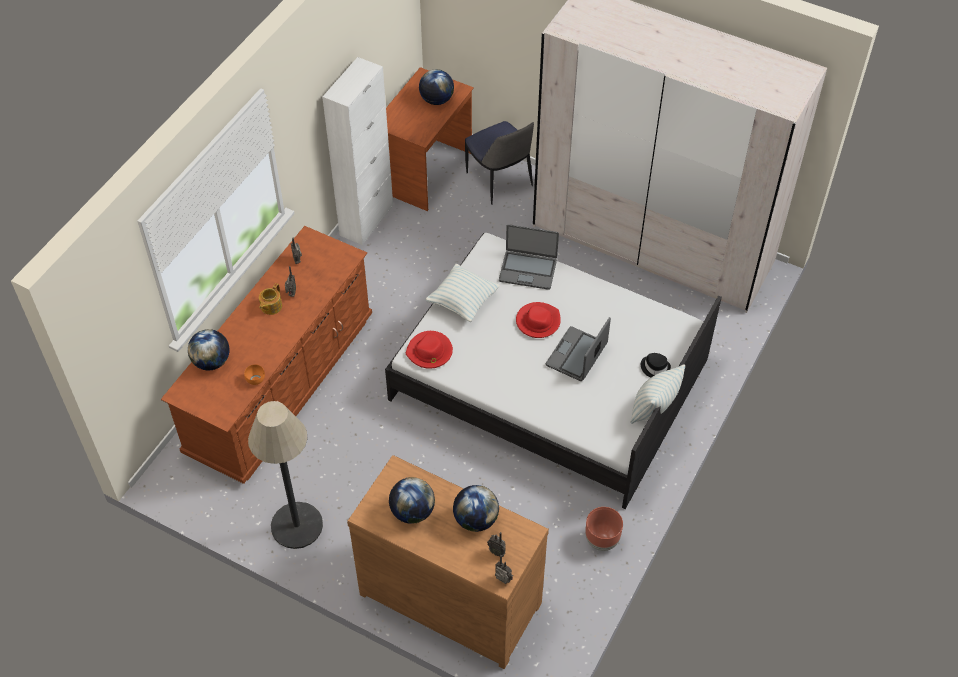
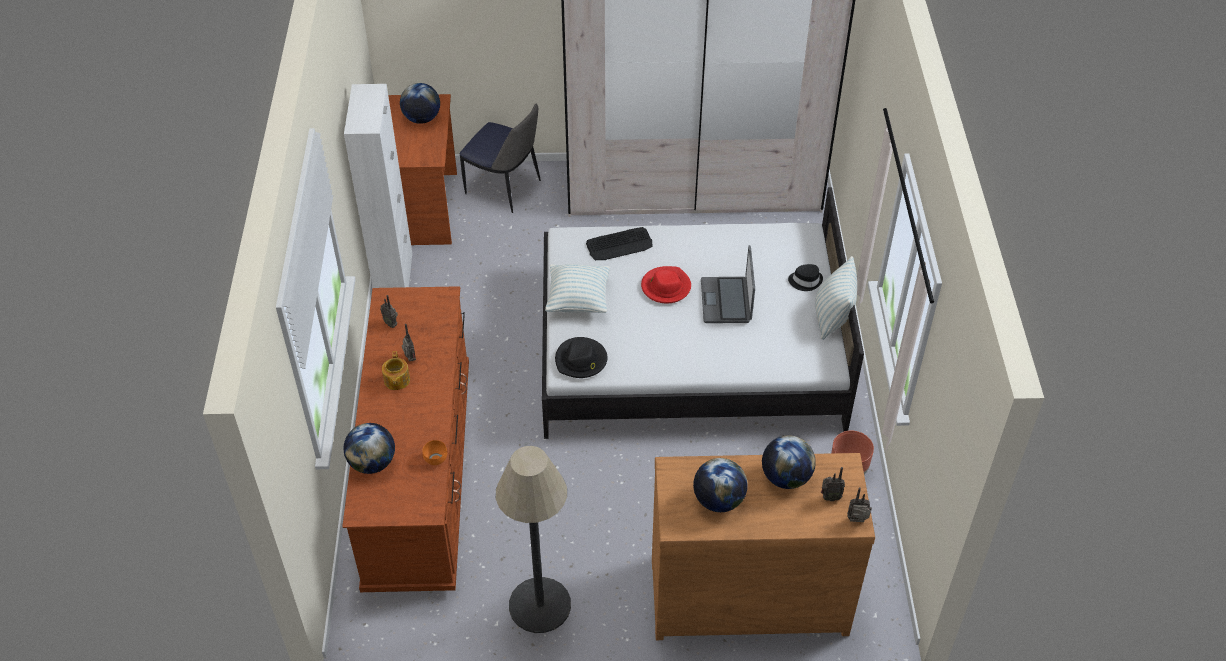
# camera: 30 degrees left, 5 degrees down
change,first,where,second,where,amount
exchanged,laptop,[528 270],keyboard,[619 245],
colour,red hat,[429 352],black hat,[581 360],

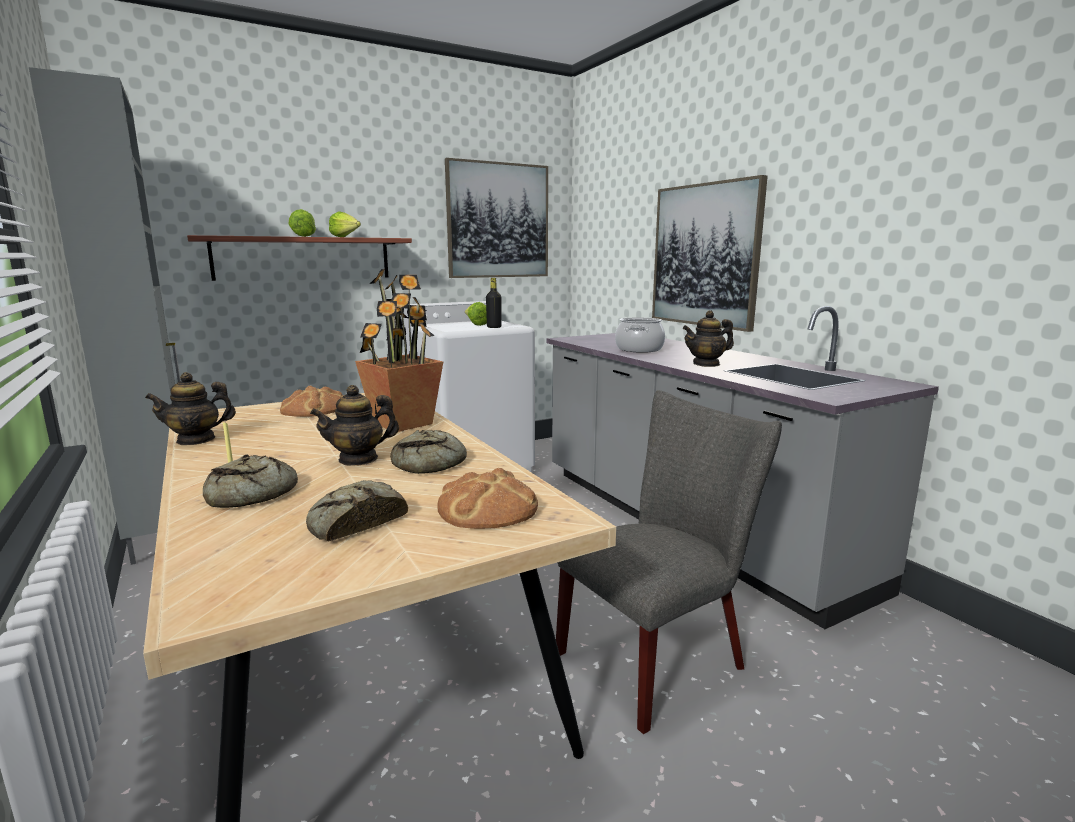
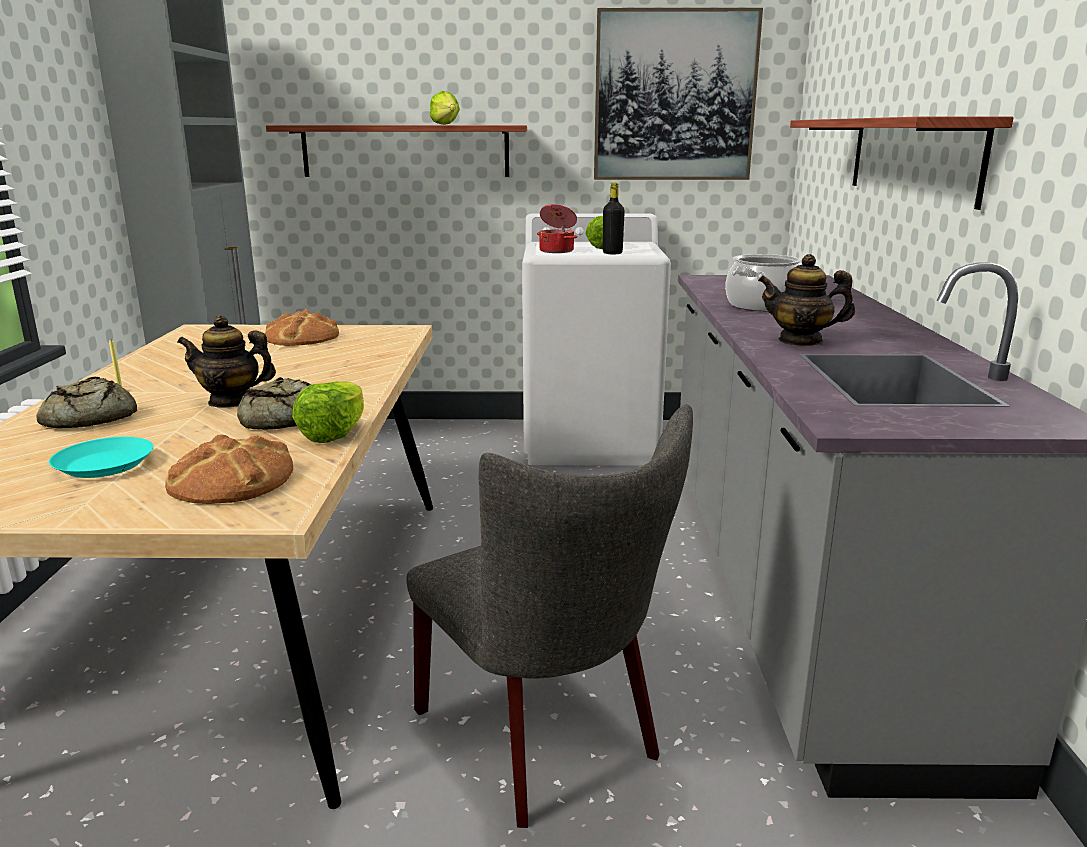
# camera: 30 degrees right, 5 degrees up
change,first,where,second,where,amount
missing,teapot,[196 440],,,
missing,potted plant,[403 423],,,
appeared,,,cooking pot,[557 251],
relocated,lettuce,[304 237],,[335 434],
exchanged,bread,[354 522],turquoise plate,[103 465],
exchanged,picture,[705 255],shelf,[912 157],
spun,grey chair,[659 657],,[546 740],60 degrees clockwise

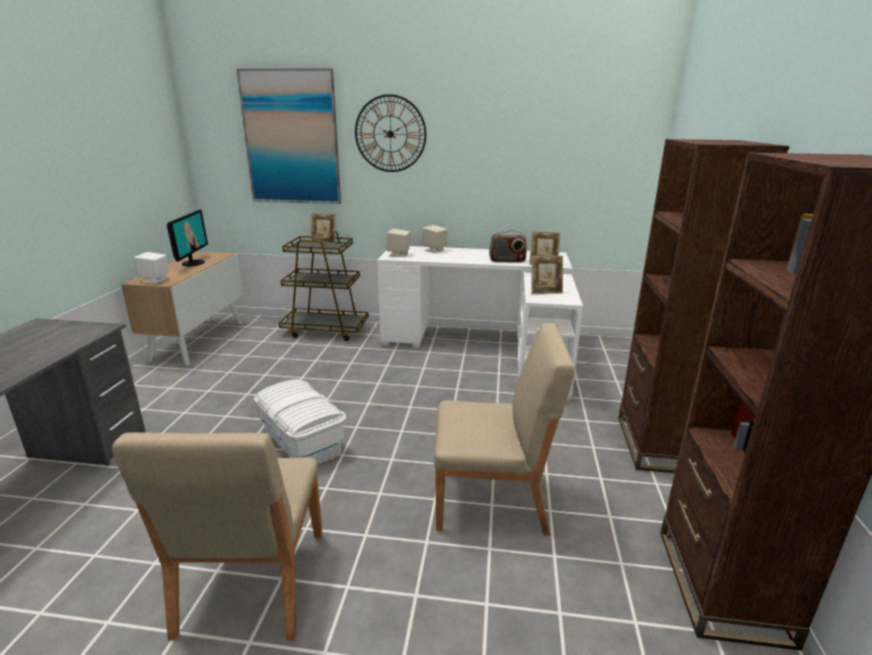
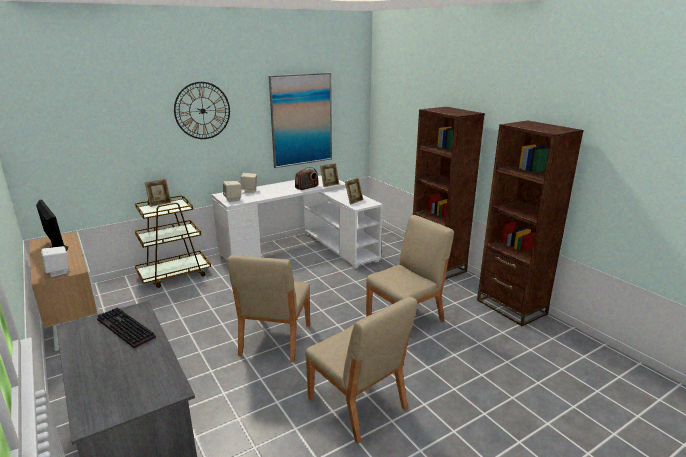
# camera: 40 degrees left, 0 degrees up
change,first,where,second,where,amount
appeared,,,keyboard,[123 329],
relocated,picture,[291 138],,[301 120],
exchanged,white storage box,[301 441],beige chair,[275 340],

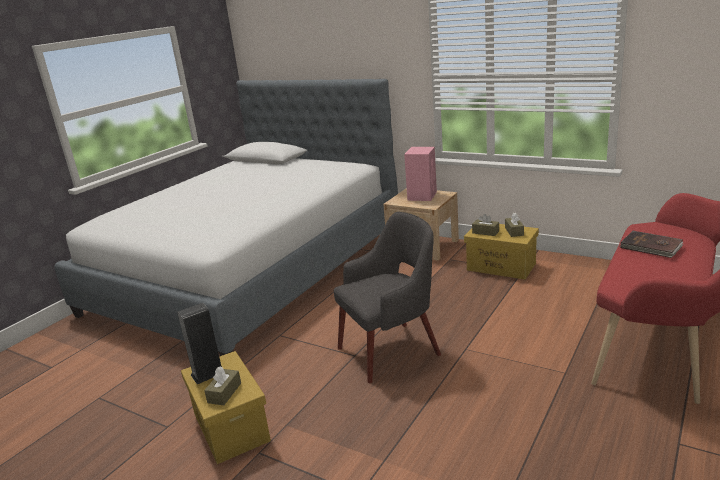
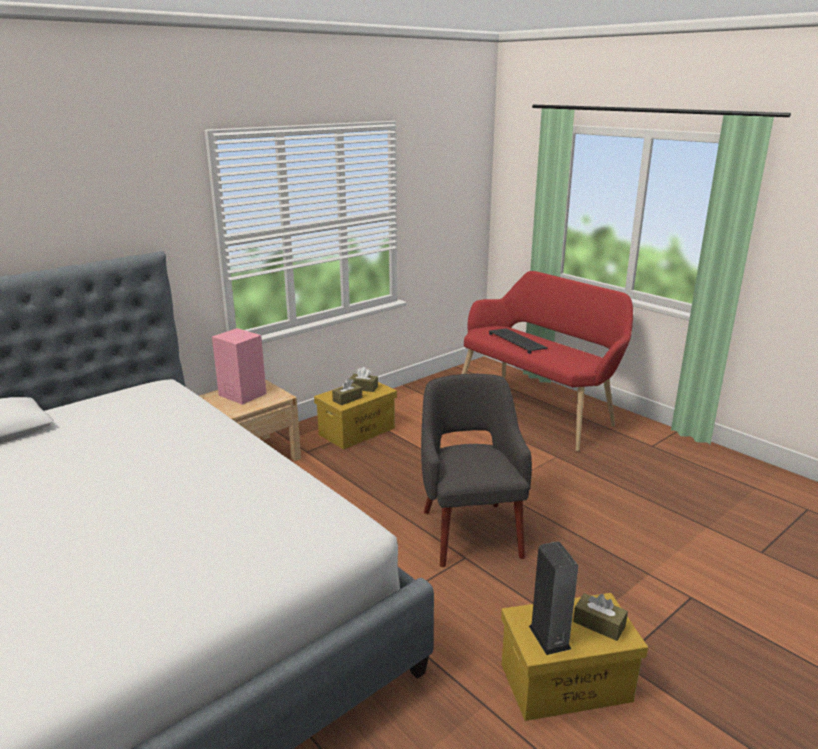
# camera: 75 degrees left, 0 degrees up
change,first,where,second,where,amount
exchanged,brown book,[651 247],keyboard,[518 341],

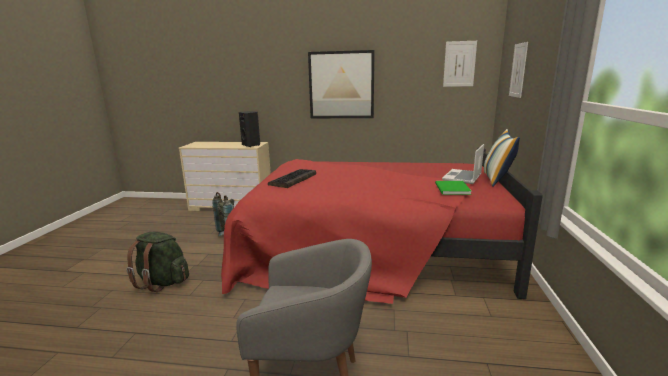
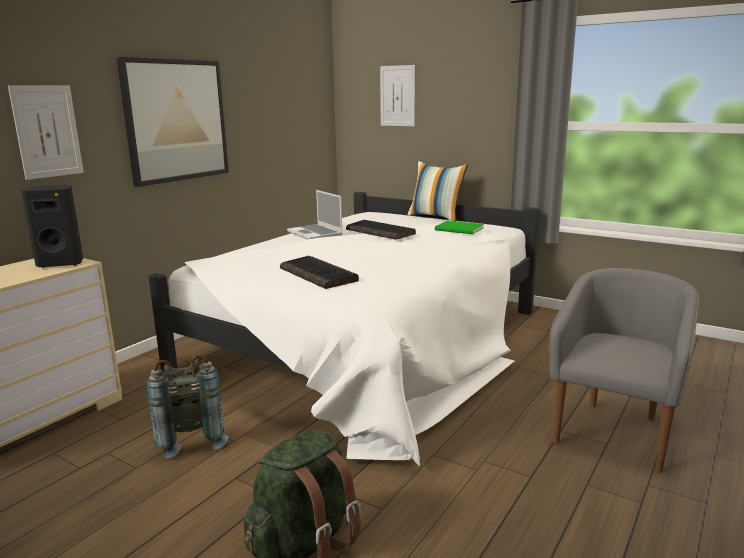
# camera: 65 degrees left, 0 degrees up
change,first,where,second,where,amount
appeared,,,keyboard,[381 231],
relocated,laptop,[462 177],,[316 233],
relocated,picture,[459 64],,[47 131],
colour,red bed,[372 247],white bed,[371 344],

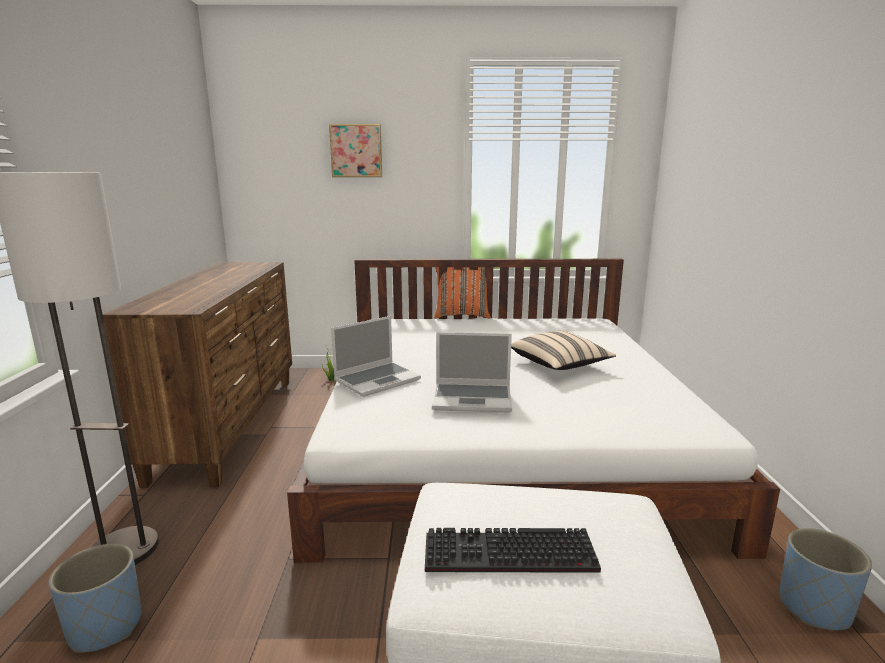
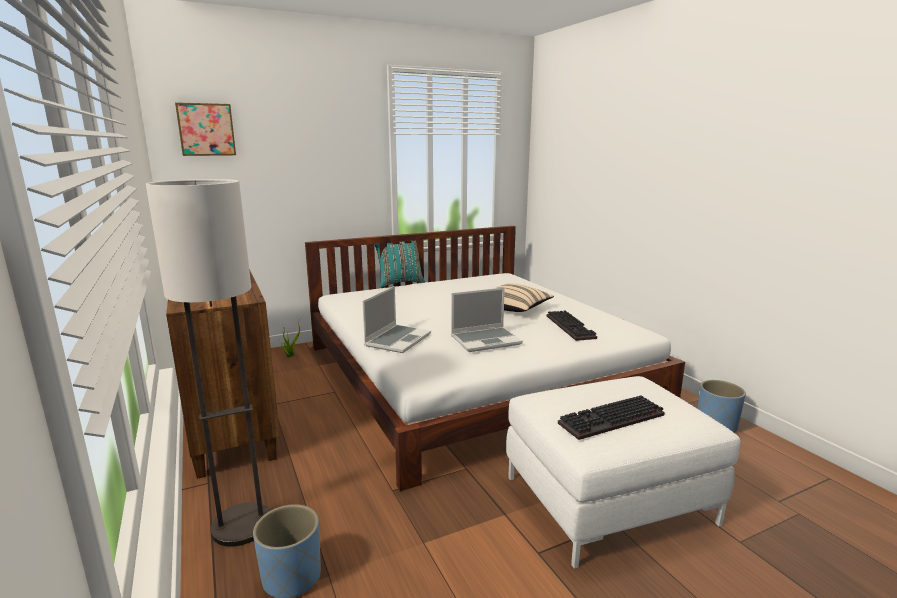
# camera: 25 degrees left, 0 degrees up
change,first,where,second,where,amount
appeared,,,keyboard,[572 327],
relocated,picture,[356 151],,[206 129],
colour,orange pillow,[462 315],turquoise pillow,[400 283],

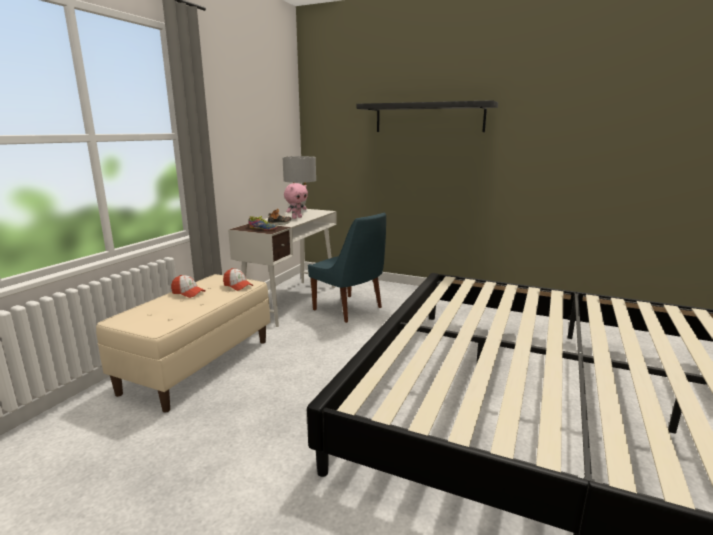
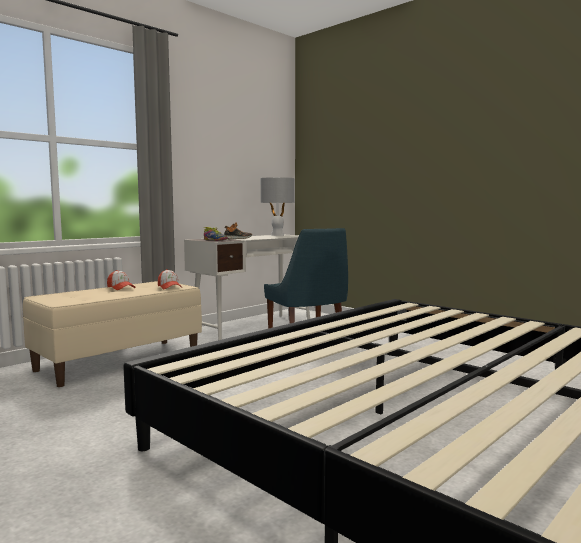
# camera: 20 degrees right, 10 degrees down
change,first,where,second,where,amount
missing,pink plush toy,[296 218],,,
missing,black shelf,[429 118],,,

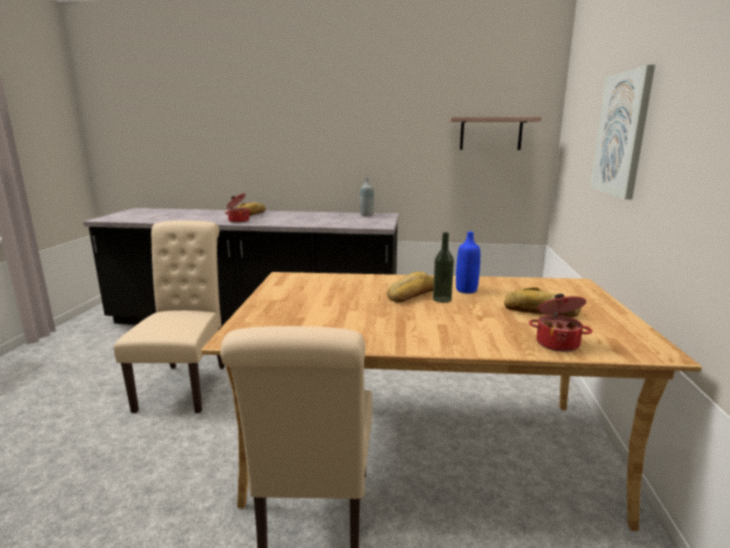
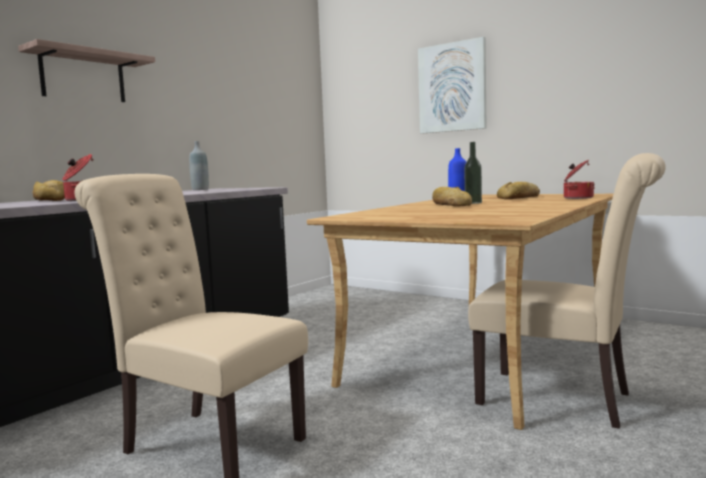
# camera: 60 degrees left, 10 degrees down
change,first,where,second,where,amount
relocated,shelf,[490 133],,[83 77],

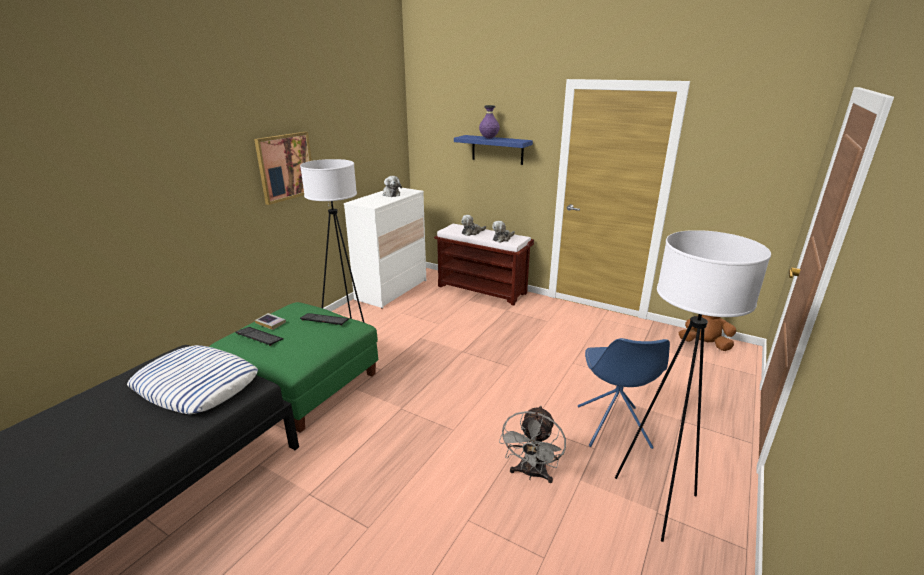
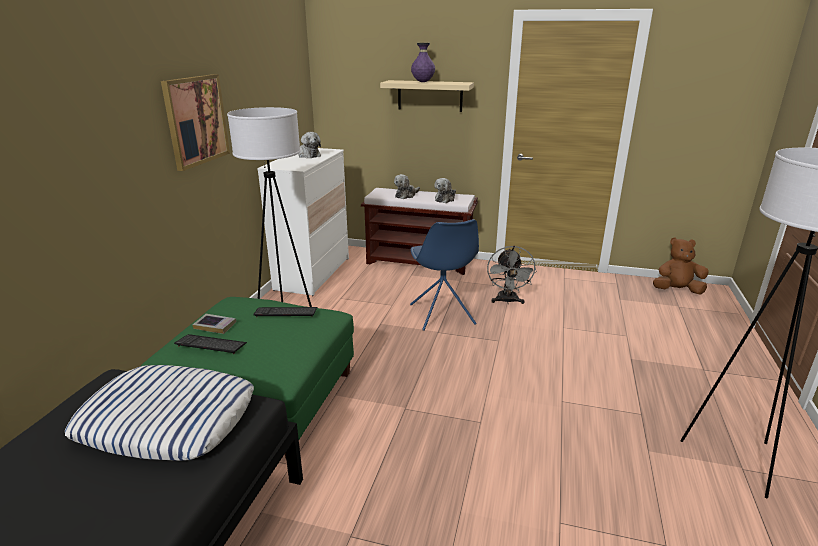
# camera: 15 degrees left, 0 degrees up
change,first,where,second,where,amount
relocated,grey fan,[531 474],,[507 301],
relocated,blue chair,[613 427],,[442 315],
colour,blue shelf,[497 149],beige shelf,[430 96],

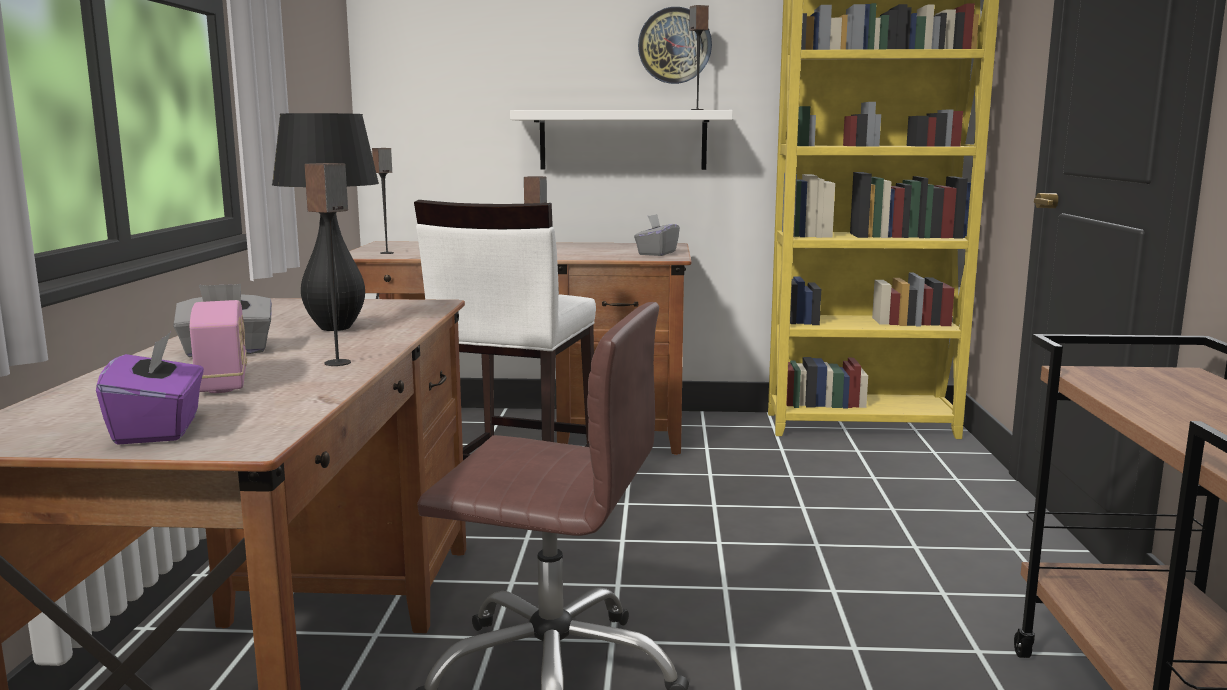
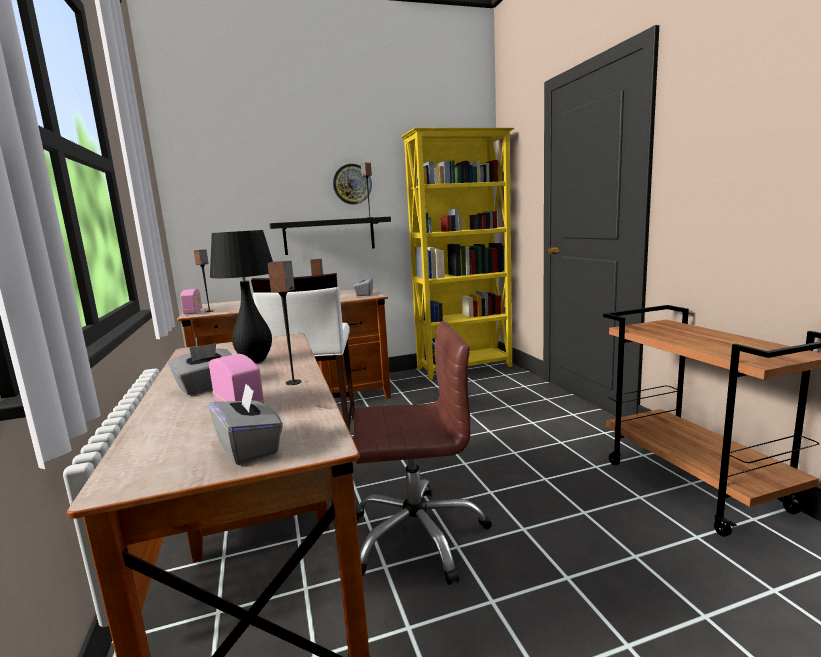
# camera: 20 degrees left, 0 degrees up
change,first,where,second,where,amount
appeared,,,radio,[193 312],
colour,purple tissue box,[159 429],grey tissue box,[249 448],
colour,white shelf,[623 140],black shelf,[329 236],

